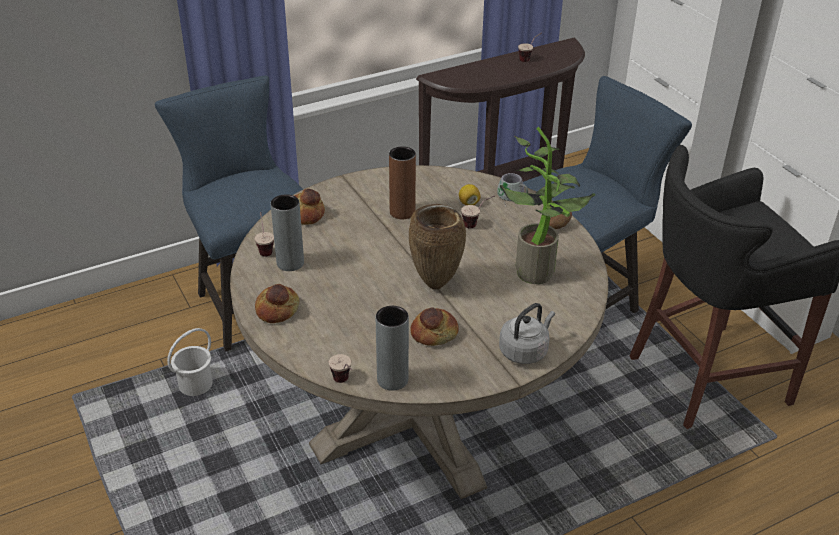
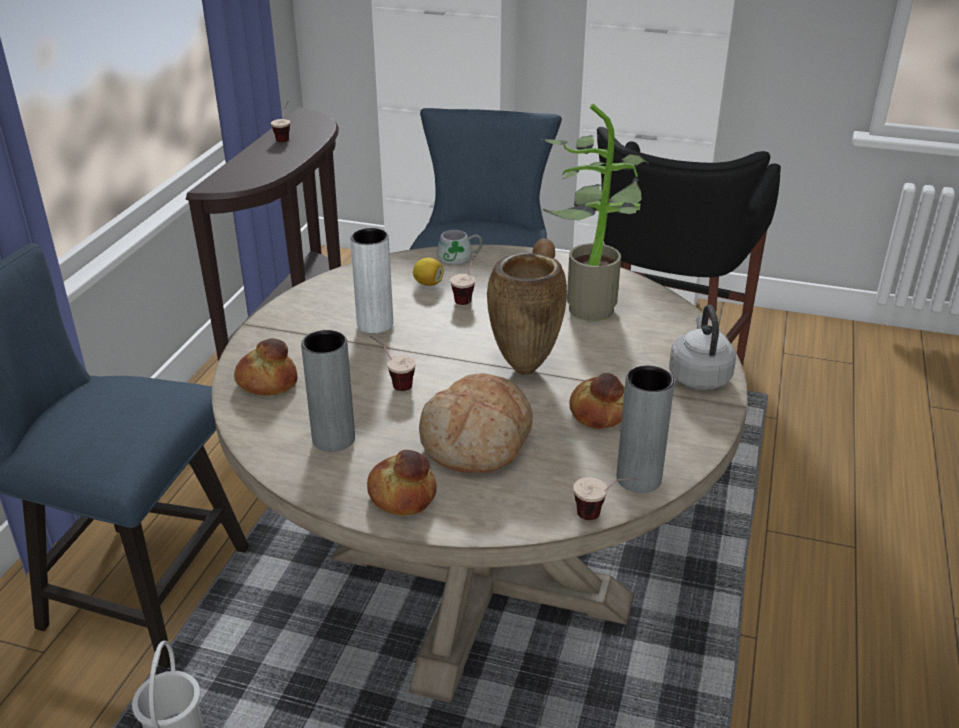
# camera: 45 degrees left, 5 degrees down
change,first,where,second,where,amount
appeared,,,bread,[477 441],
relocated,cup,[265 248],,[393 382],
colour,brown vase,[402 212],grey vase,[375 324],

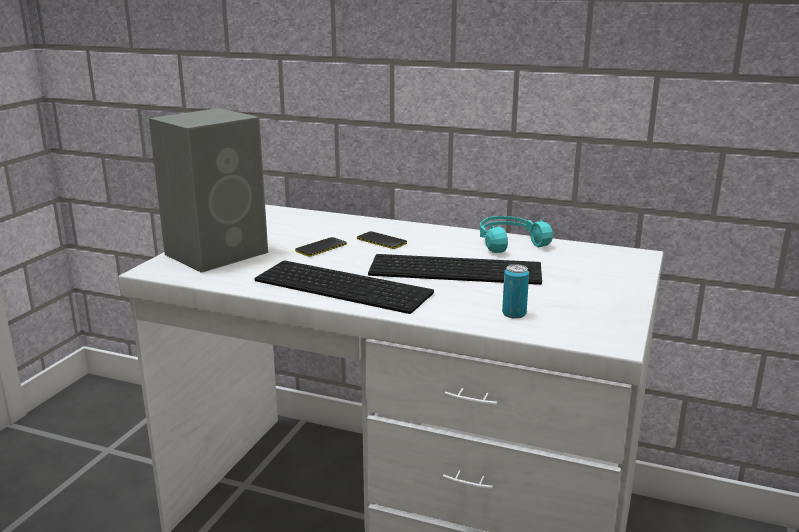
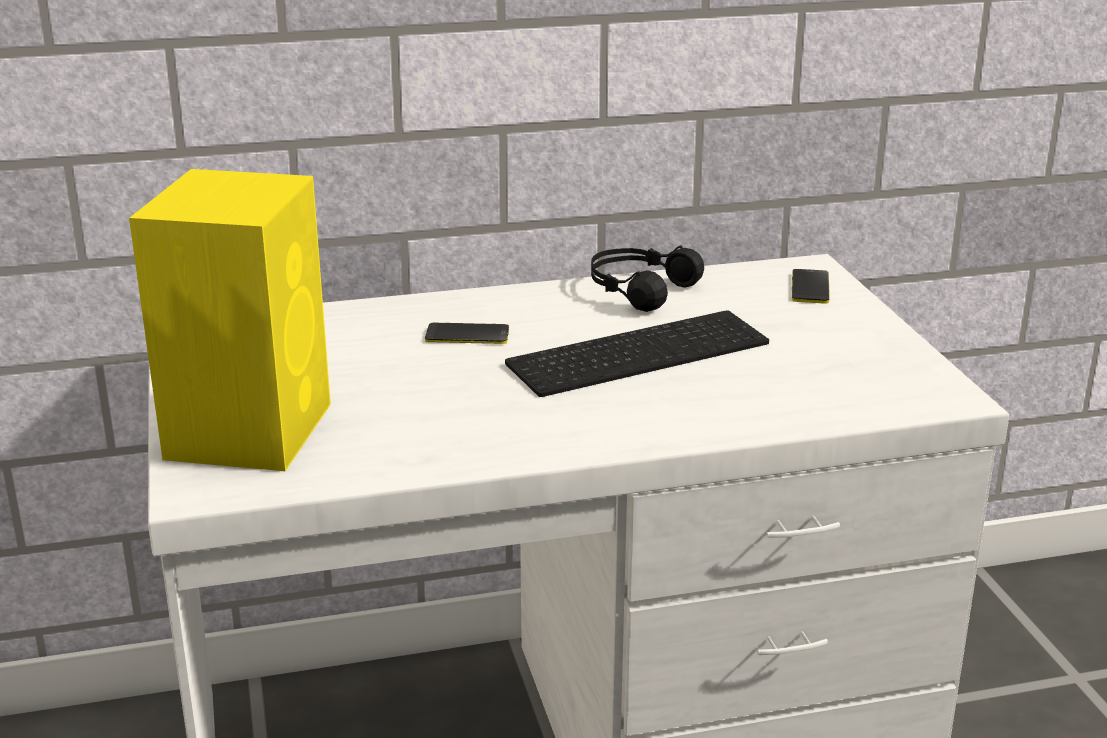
# camera: 35 degrees left, 5 degrees up
change,first,where,second,where,amount
missing,keyboard,[345 286],,,
missing,can,[514 314],,,
relocated,phone,[321 248],,[810 287],
colour,grey speaker,[218 253],yellow speaker,[251 429],
colour,turquoise headphones,[508 243],black headphones,[638 290],

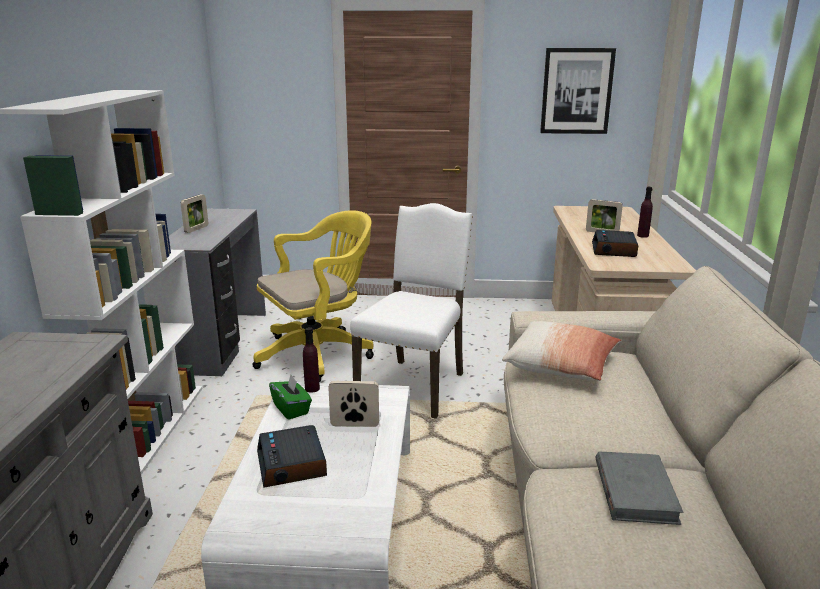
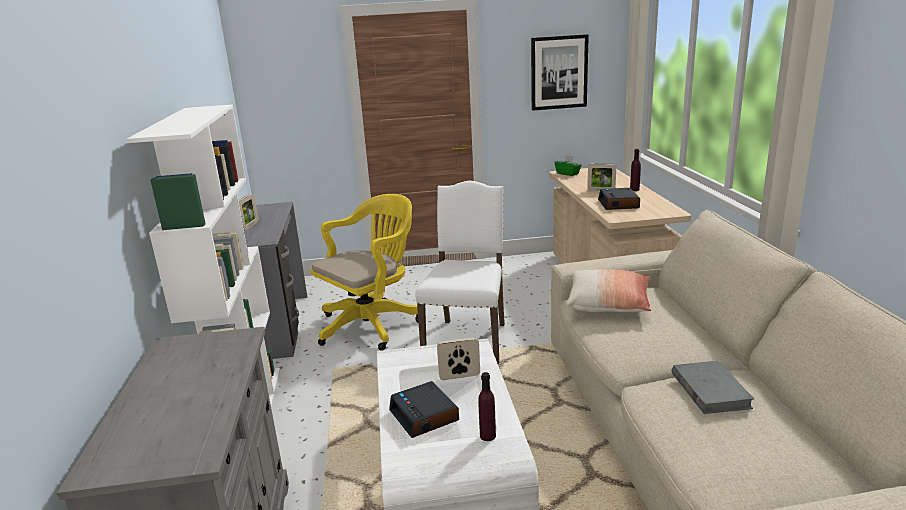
# camera: 10 degrees left, 0 degrees up
change,first,where,second,where,amount
relocated,green tissue box,[291 409],,[568 173],
relocated,purple bottle,[312 388],,[487 436],

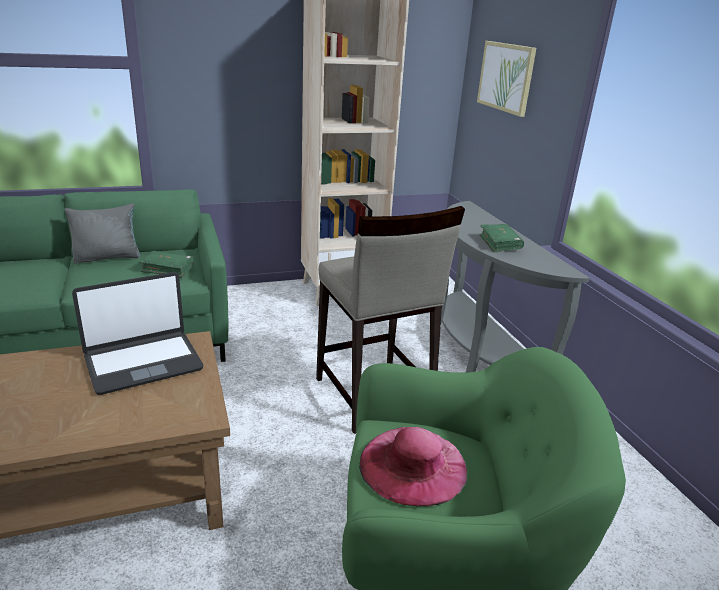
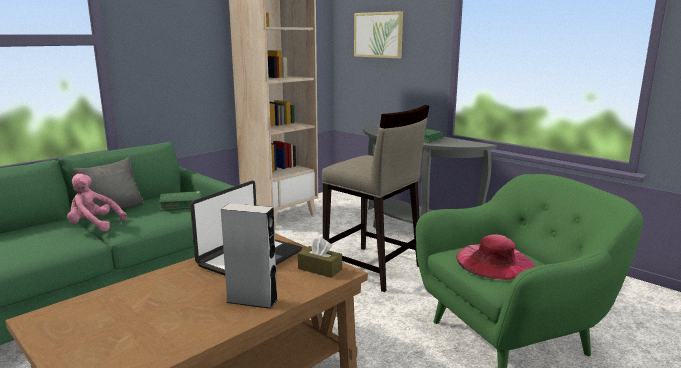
# camera: 25 degrees left, 10 degrees down
change,first,where,second,where,amount
appeared,,,pink plush toy,[94 225],
appeared,,,grey speaker,[252 301],
appeared,,,brown tissue box,[320 269],

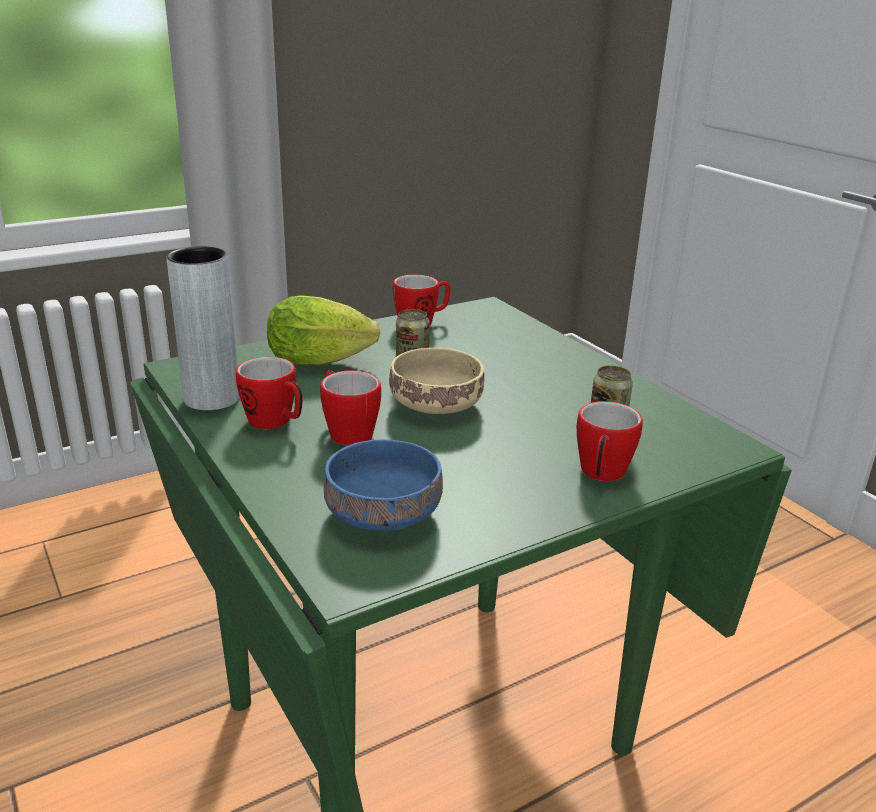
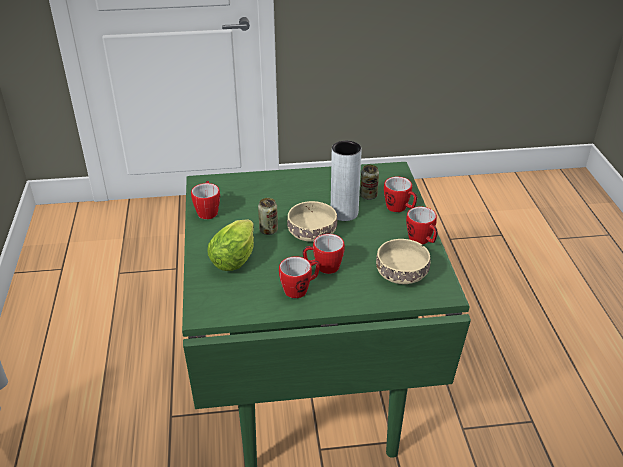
# camera: 65 degrees left, 10 degrees up
change,first,where,second,where,amount
appeared,,,mug,[422 241],
relocated,grey vase,[212 398],,[344 213],
colour,blue bowl,[382 511],beige bowl,[400 273],

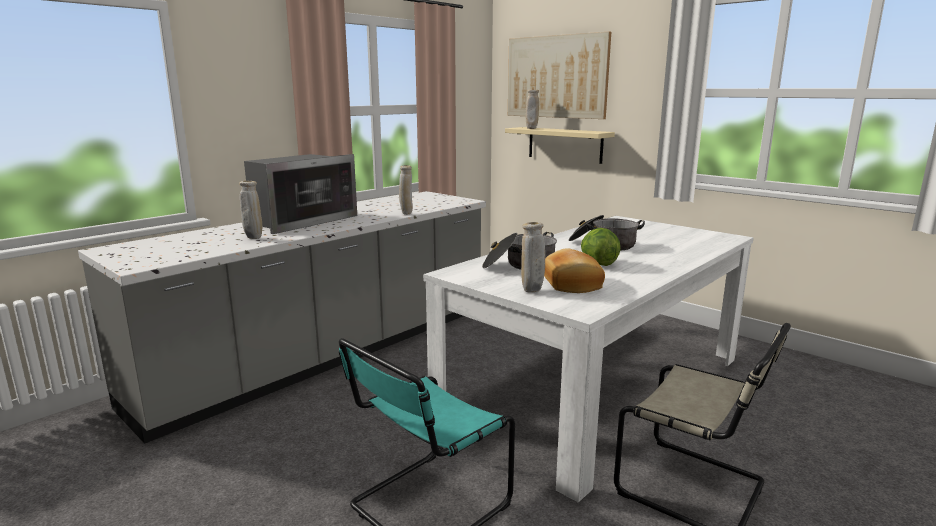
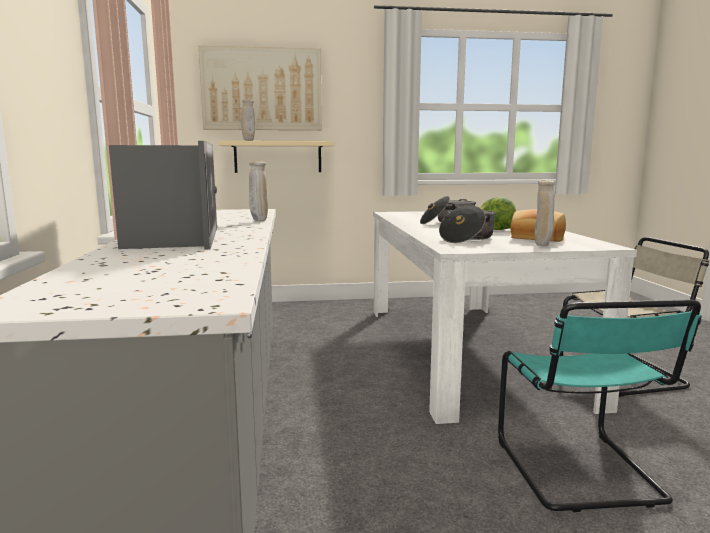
# camera: 50 degrees left, 5 degrees down
change,first,where,second,where,amount
missing,beige vase,[253 238],,,

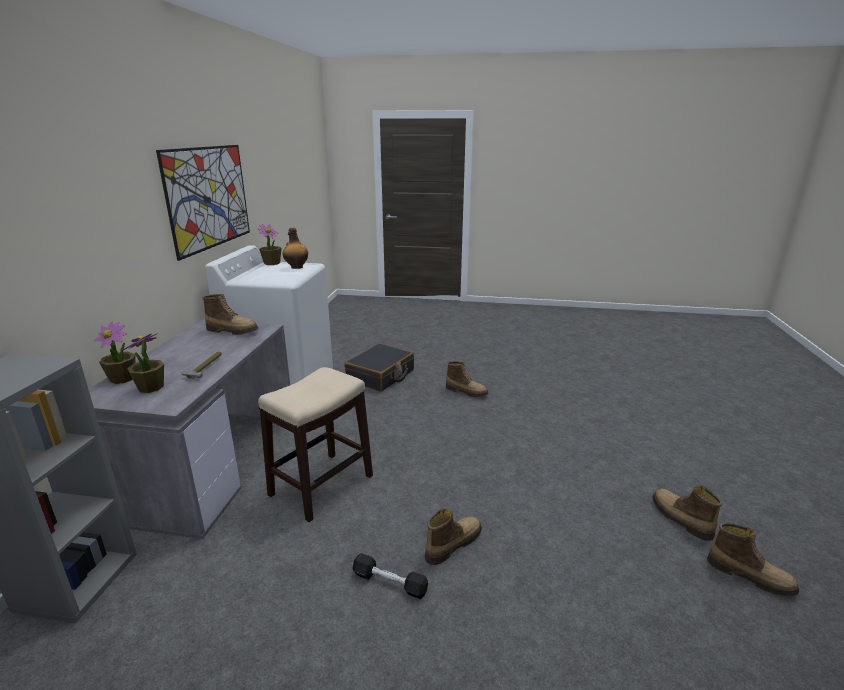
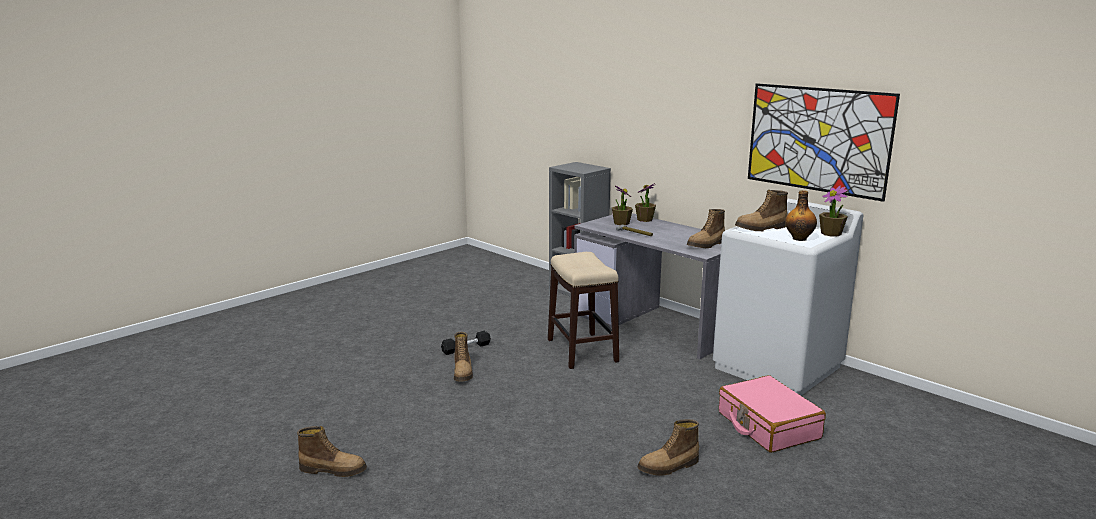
# camera: 125 degrees right, 5 degrees down
change,first,where,second,where,amount
relocated,boot,[750 576],,[761 228],
colour,black suitcase,[381 376],pink suitcase,[767 425],

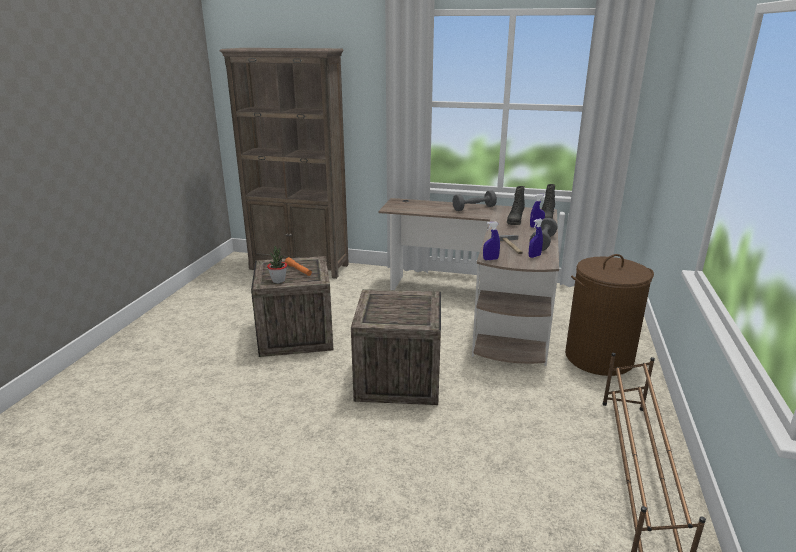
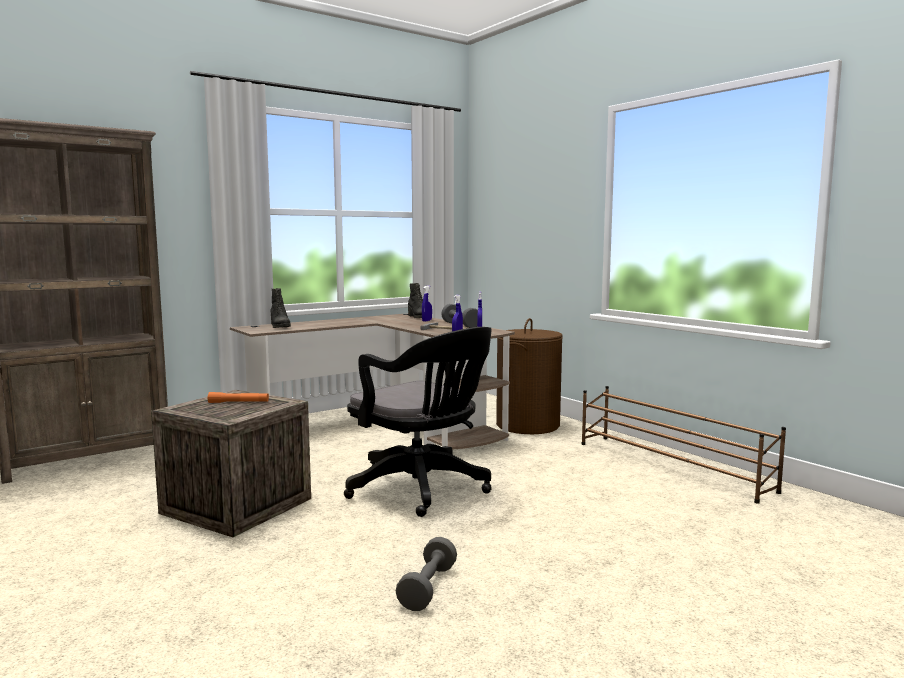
# camera: 50 degrees left, 15 degrees down
change,first,where,second,where,amount
missing,potted plant,[278 281],,,
relocated,grey dumbbell,[474 208],,[428 588],
relocated,black boot,[515 221],,[279 327],
exchanged,crate,[398 379],black office chair,[423 489],

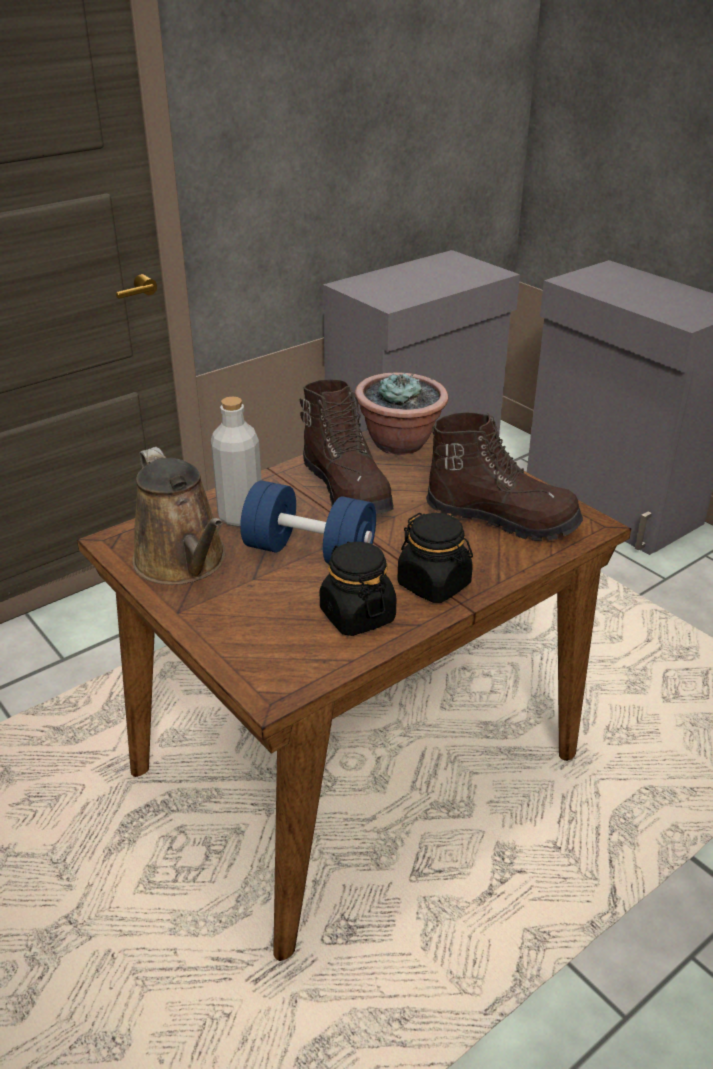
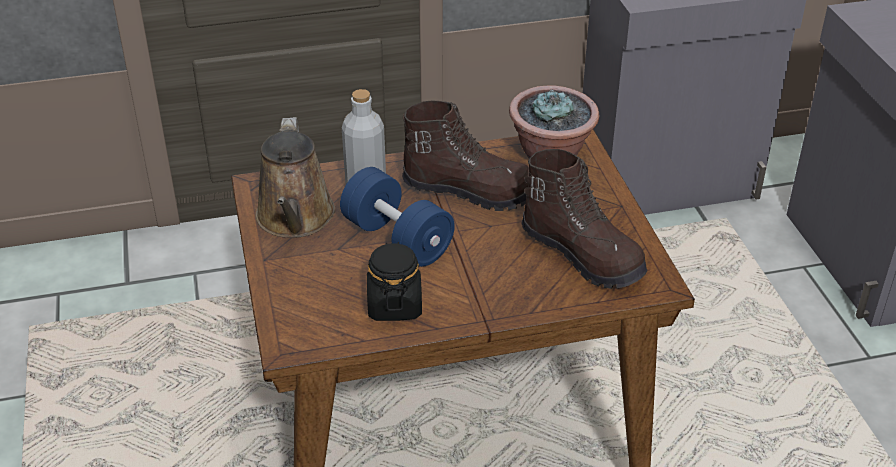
# camera: 25 degrees right, 5 degrees up
change,first,where,second,where,amount
missing,black jar,[434 584],,,
spun,brown boot,[347 490],,[470 190],75 degrees counterclockwise

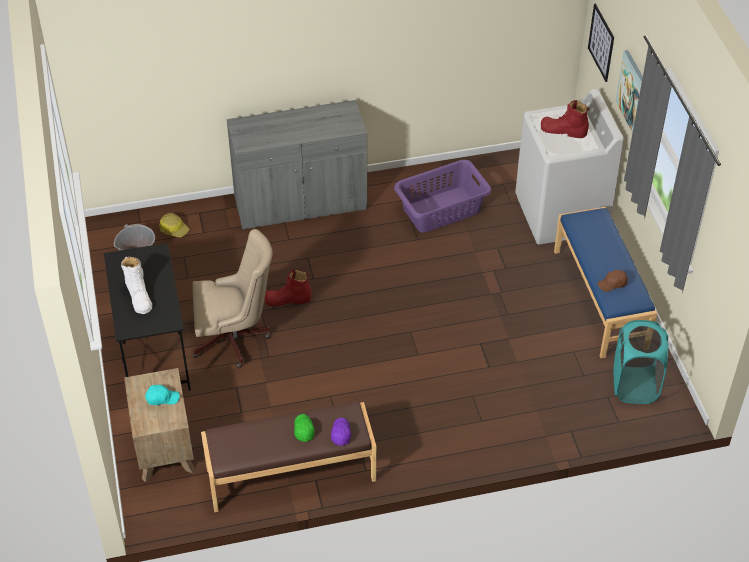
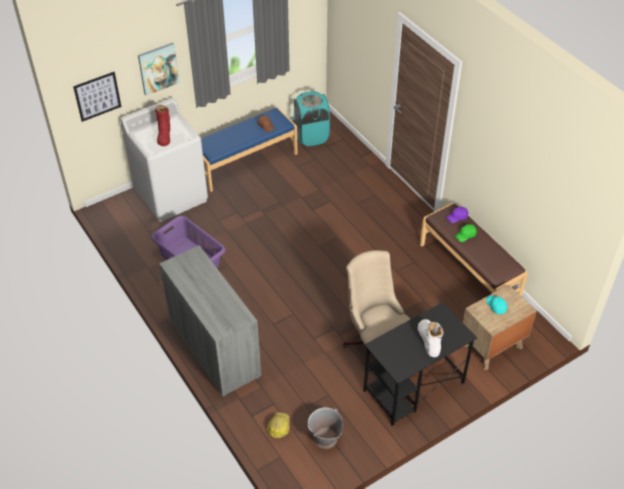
# camera: 110 degrees left, 0 degrees up
change,first,where,second,where,amount
missing,red boot,[288 299],,,
spun,white boot,[139 296],,[428 340],60 degrees counterclockwise

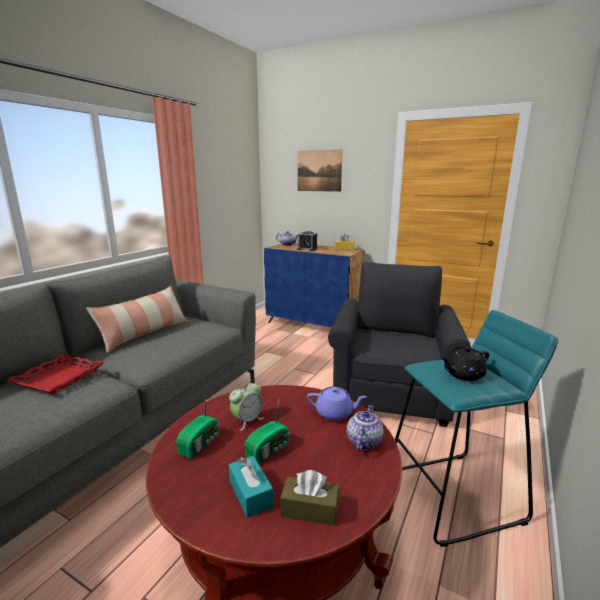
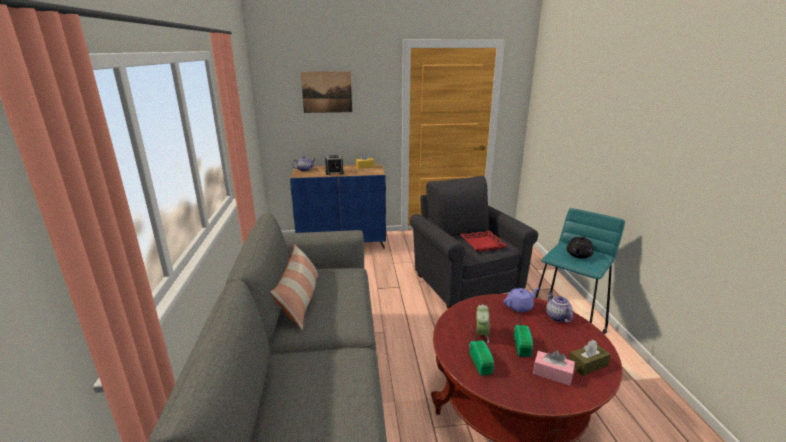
# camera: 35 degrees left, 5 degrees up
change,first,where,second,where,amount
relocated,red tray,[59 378],,[483 244],
colour,turquoise tissue box,[250 493],pink tissue box,[552 373],

